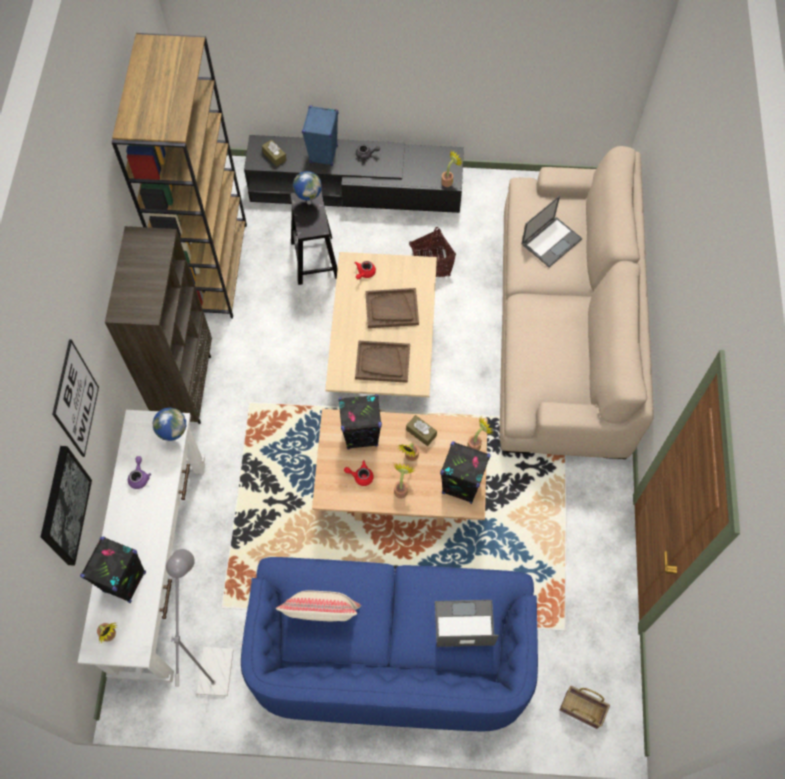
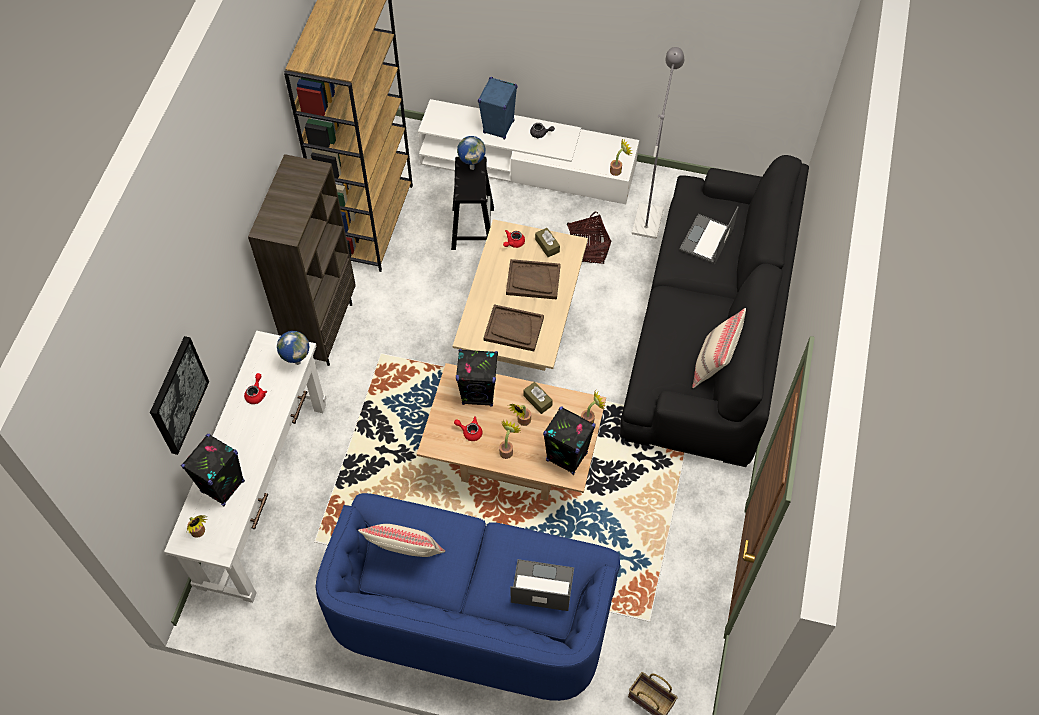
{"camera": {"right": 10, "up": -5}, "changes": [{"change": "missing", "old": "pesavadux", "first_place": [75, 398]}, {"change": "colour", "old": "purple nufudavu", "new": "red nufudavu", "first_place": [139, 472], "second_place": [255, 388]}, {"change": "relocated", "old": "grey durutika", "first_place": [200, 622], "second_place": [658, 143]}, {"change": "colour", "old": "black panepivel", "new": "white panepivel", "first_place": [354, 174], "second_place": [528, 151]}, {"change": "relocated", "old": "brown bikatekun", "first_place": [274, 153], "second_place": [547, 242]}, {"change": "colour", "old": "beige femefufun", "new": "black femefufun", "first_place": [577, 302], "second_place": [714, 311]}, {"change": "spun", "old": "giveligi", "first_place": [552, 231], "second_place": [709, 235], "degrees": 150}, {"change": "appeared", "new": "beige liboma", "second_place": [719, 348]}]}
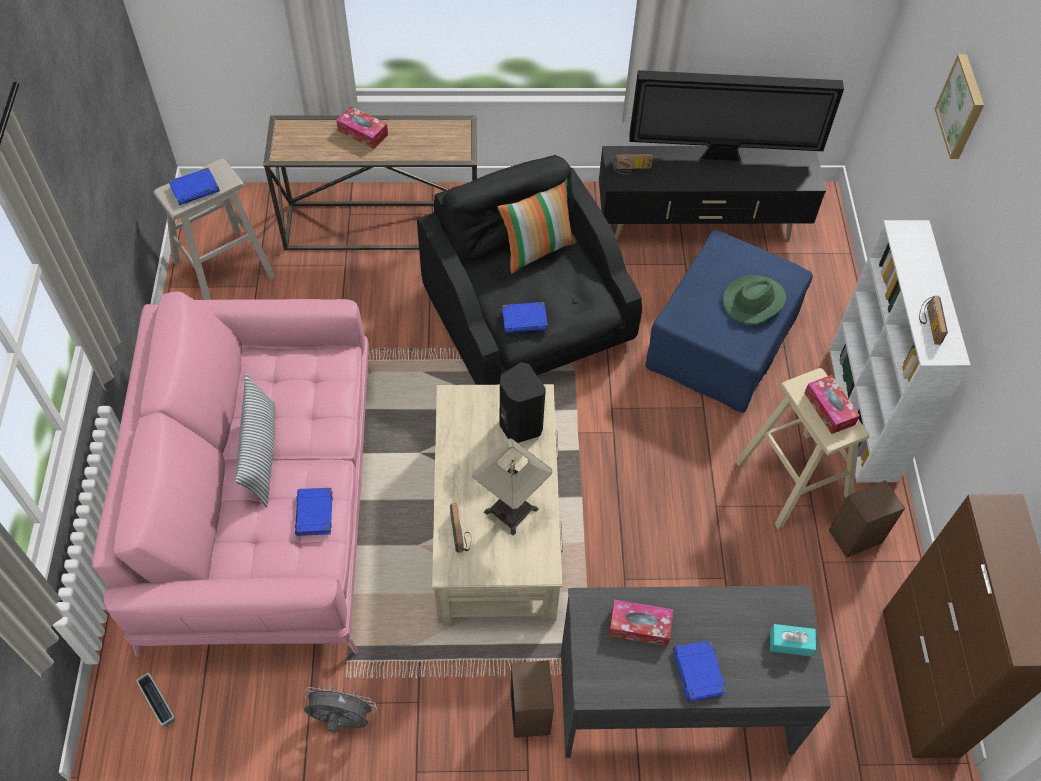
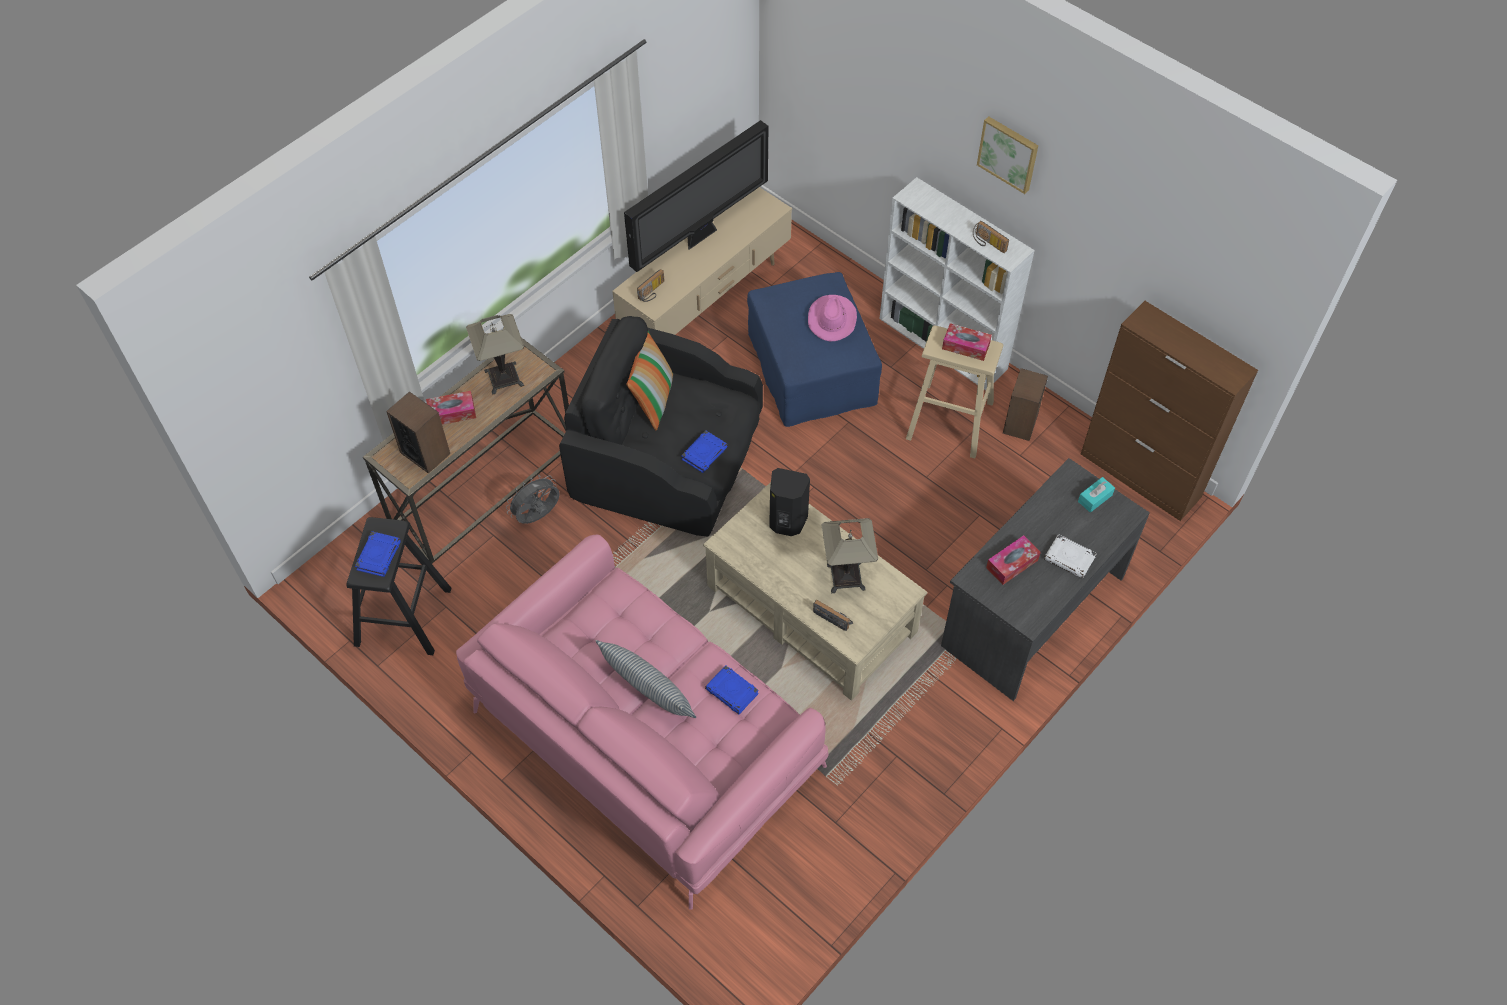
{"camera": {"right": -45, "up": 0}, "changes": [{"change": "missing", "old": "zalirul", "first_place": [155, 699]}, {"change": "colour", "old": "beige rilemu", "new": "black rilemu", "first_place": [214, 229], "second_place": [398, 586]}, {"change": "relocated", "old": "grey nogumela", "first_place": [340, 709], "second_place": [533, 499]}, {"change": "relocated", "old": "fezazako", "first_place": [532, 699], "second_place": [418, 432]}, {"change": "colour", "old": "black panepivel", "new": "beige panepivel", "first_place": [712, 193], "second_place": [702, 261]}, {"change": "colour", "old": "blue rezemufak", "new": "white rezemufak", "first_place": [699, 671], "second_place": [1070, 556]}, {"change": "colour", "old": "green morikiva", "new": "pink morikiva", "first_place": [754, 299], "second_place": [832, 318]}, {"change": "relocated", "old": "pesavadux", "first_place": [959, 106], "second_place": [1007, 155]}, {"change": "appeared", "new": "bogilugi", "second_place": [495, 354]}]}
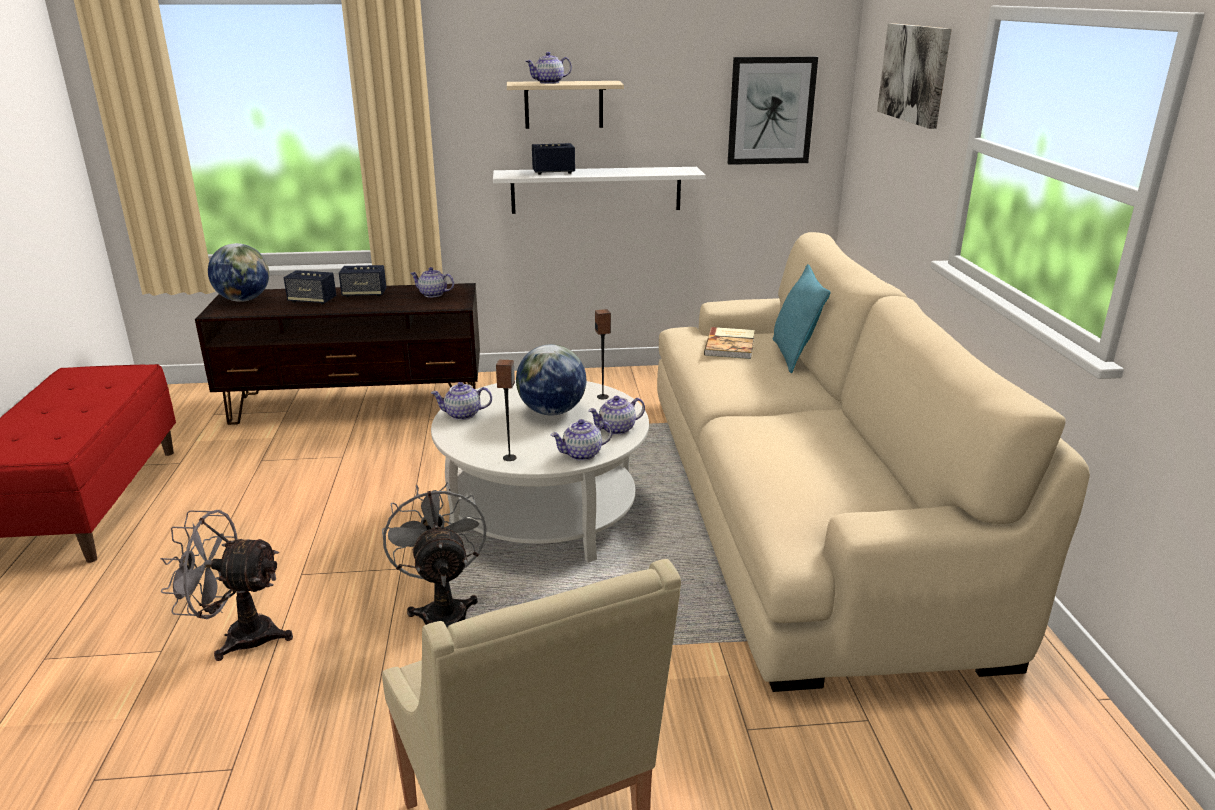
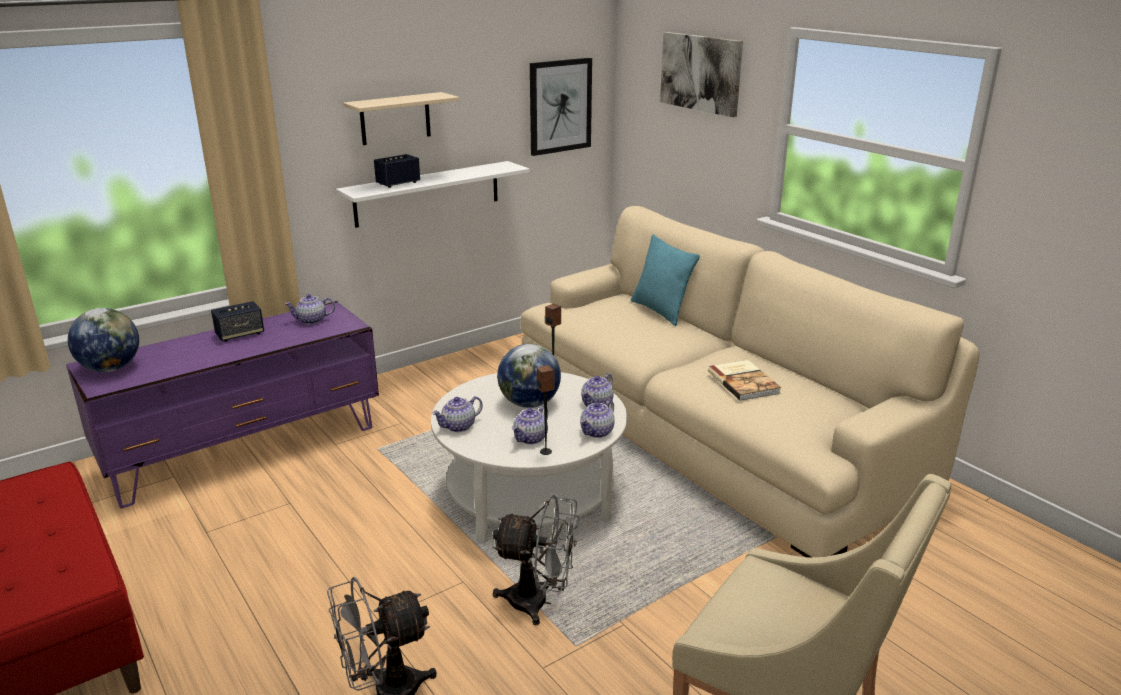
{"camera": {"right": -30, "up": 0}, "changes": [{"change": "colour", "old": "brown panepivel", "new": "purple panepivel", "first_place": [337, 354], "second_place": [222, 404]}, {"change": "missing", "old": "fezazako", "first_place": [310, 287]}, {"change": "spun", "old": "grey nogumela", "first_place": [434, 555], "second_place": [535, 560], "degrees": 150}, {"change": "relocated", "old": "nufudavu", "first_place": [549, 68], "second_place": [530, 424]}, {"change": "relocated", "old": "rezemufak", "first_place": [729, 343], "second_place": [745, 380]}]}
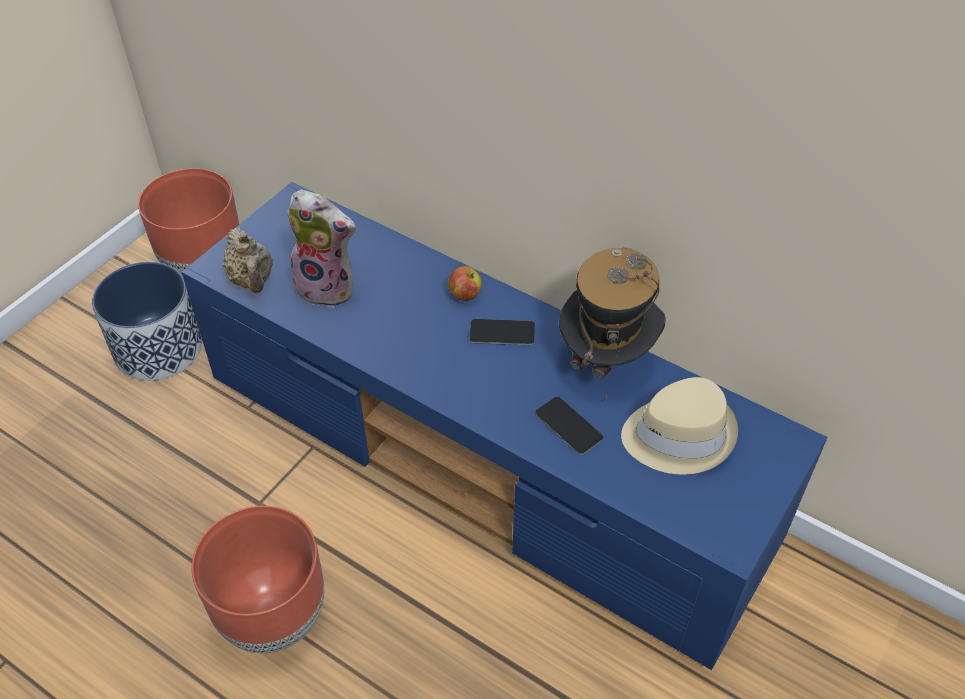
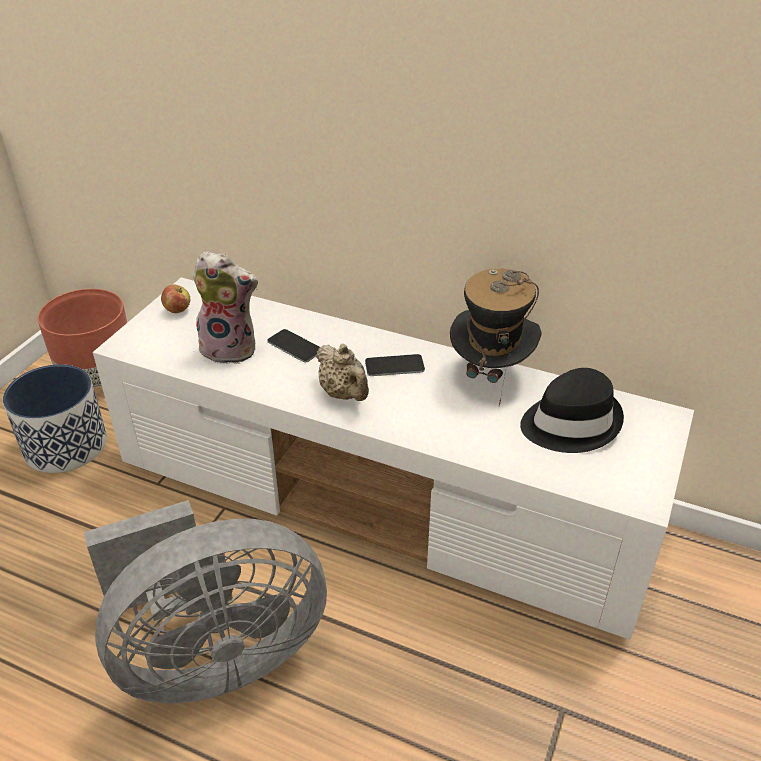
{"camera": {"right": -10, "up": -10}, "changes": [{"change": "colour", "old": "blue panepivel", "new": "white panepivel", "first_place": [505, 426], "second_place": [393, 458]}, {"change": "exchanged", "old": "brown zalirul", "new": "grey nogumela", "first_place": [258, 579], "second_place": [205, 601]}, {"change": "relocated", "old": "beige nufudavu", "first_place": [248, 260], "second_place": [342, 372]}, {"change": "relocated", "old": "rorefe", "first_place": [465, 283], "second_place": [175, 299]}, {"change": "relocated", "old": "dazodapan", "first_place": [569, 426], "second_place": [293, 345]}, {"change": "colour", "old": "beige morikiva", "new": "black morikiva", "first_place": [679, 426], "second_place": [572, 410]}]}
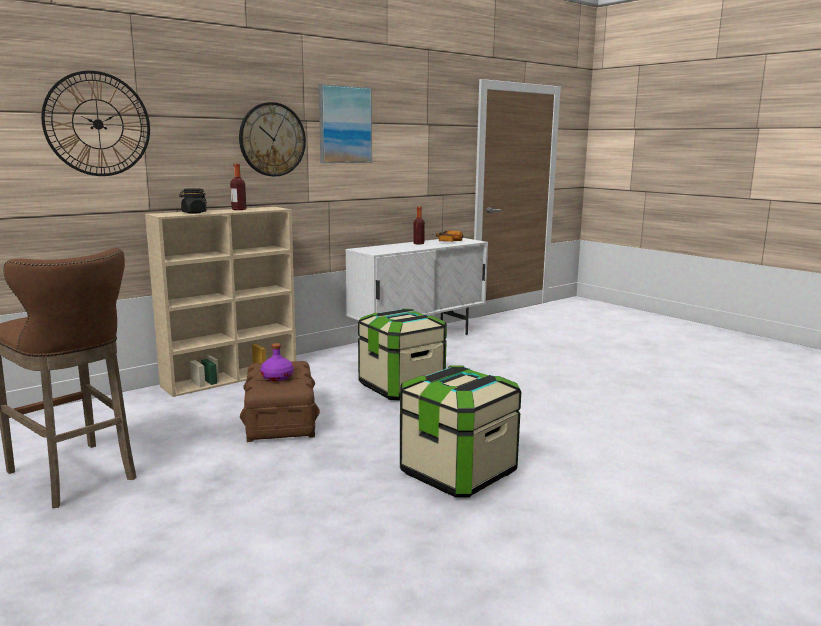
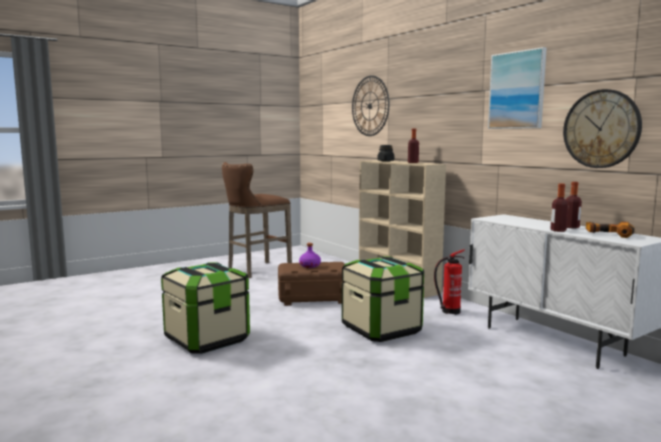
{"camera": {"right": 95, "up": -5}, "changes": [{"change": "relocated", "old": "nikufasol", "first_place": [272, 139], "second_place": [602, 128]}, {"change": "appeared", "new": "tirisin", "second_place": [449, 282]}, {"change": "appeared", "new": "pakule", "second_place": [559, 207]}]}
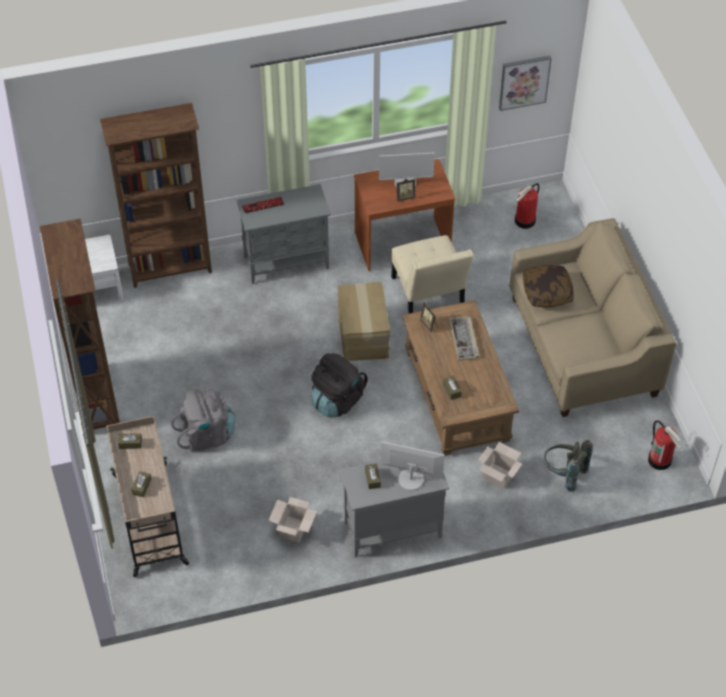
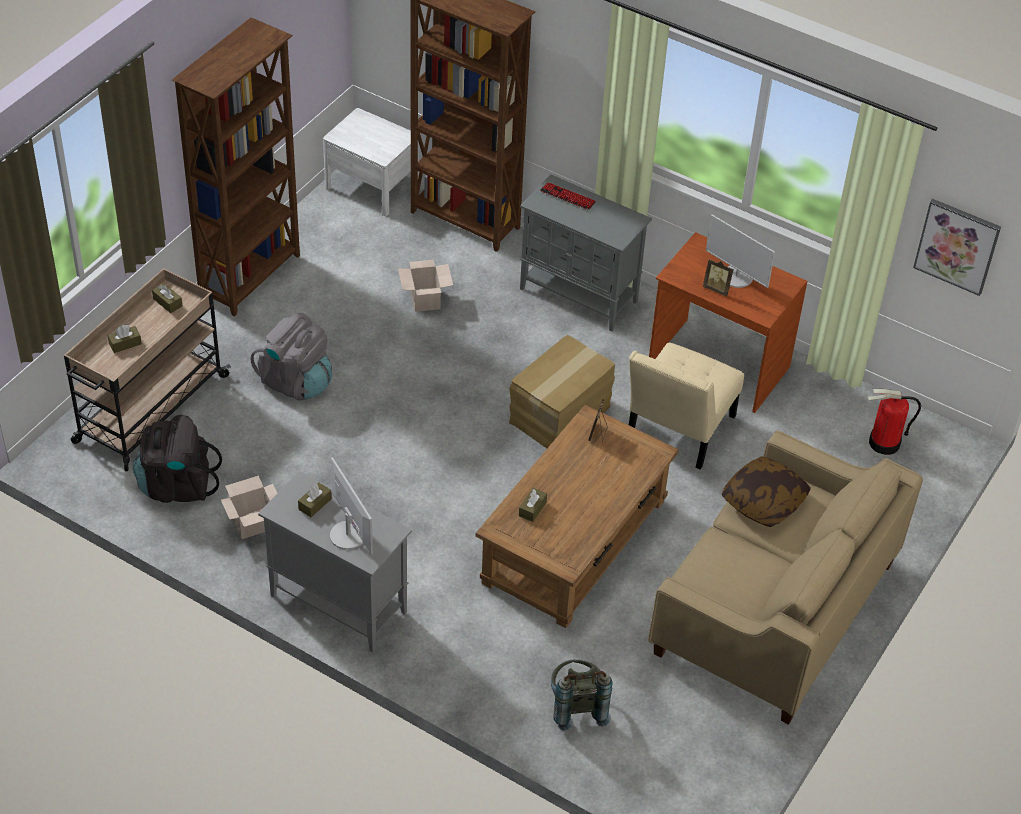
{"camera": {"right": 45, "up": -5}, "changes": [{"change": "relocated", "old": "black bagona", "first_place": [340, 385], "second_place": [177, 459]}, {"change": "missing", "old": "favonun", "first_place": [464, 338]}, {"change": "relocated", "old": "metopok", "first_place": [500, 465], "second_place": [425, 286]}, {"change": "missing", "old": "tirisin", "first_place": [664, 445]}]}
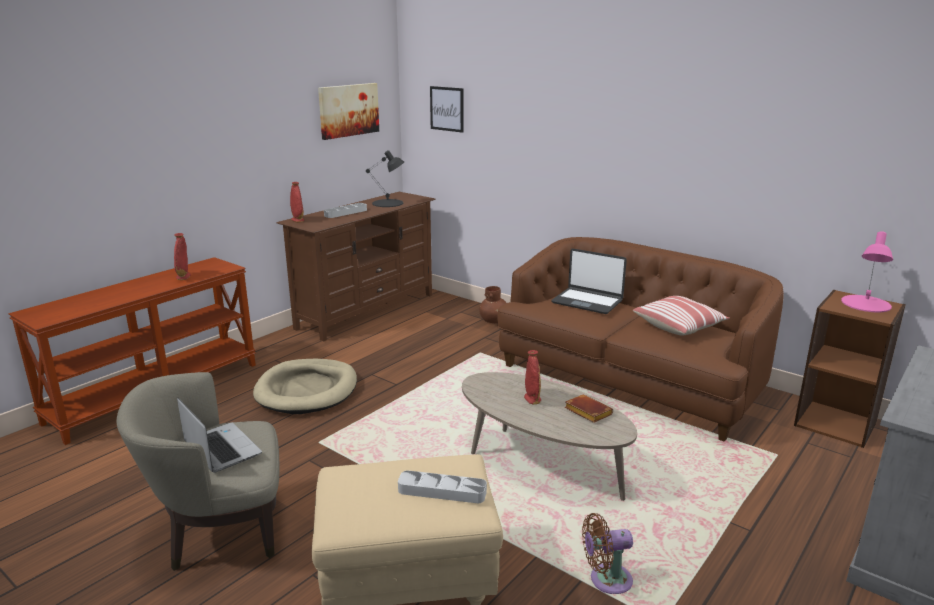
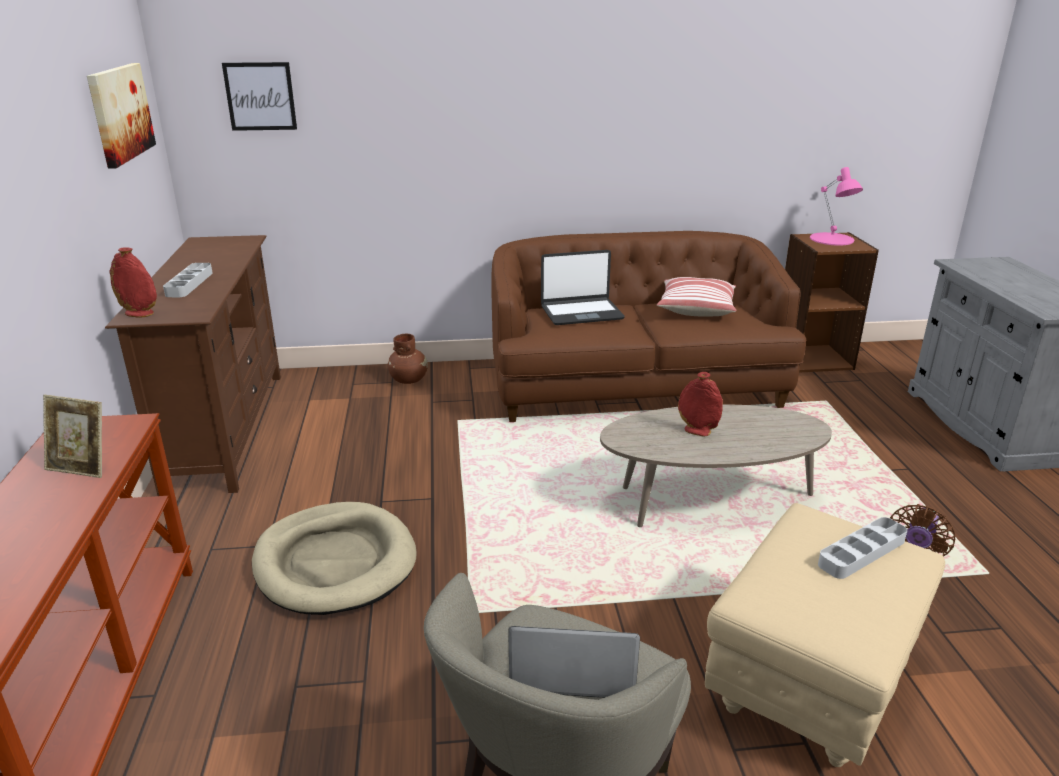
{"camera": {"right": -45, "up": 5}, "changes": [{"change": "exchanged", "old": "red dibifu", "new": "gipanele", "first_place": [182, 256], "second_place": [72, 436]}, {"change": "missing", "old": "black bogilugi", "first_place": [385, 178]}, {"change": "missing", "old": "brown rezemufak", "first_place": [588, 408]}]}
